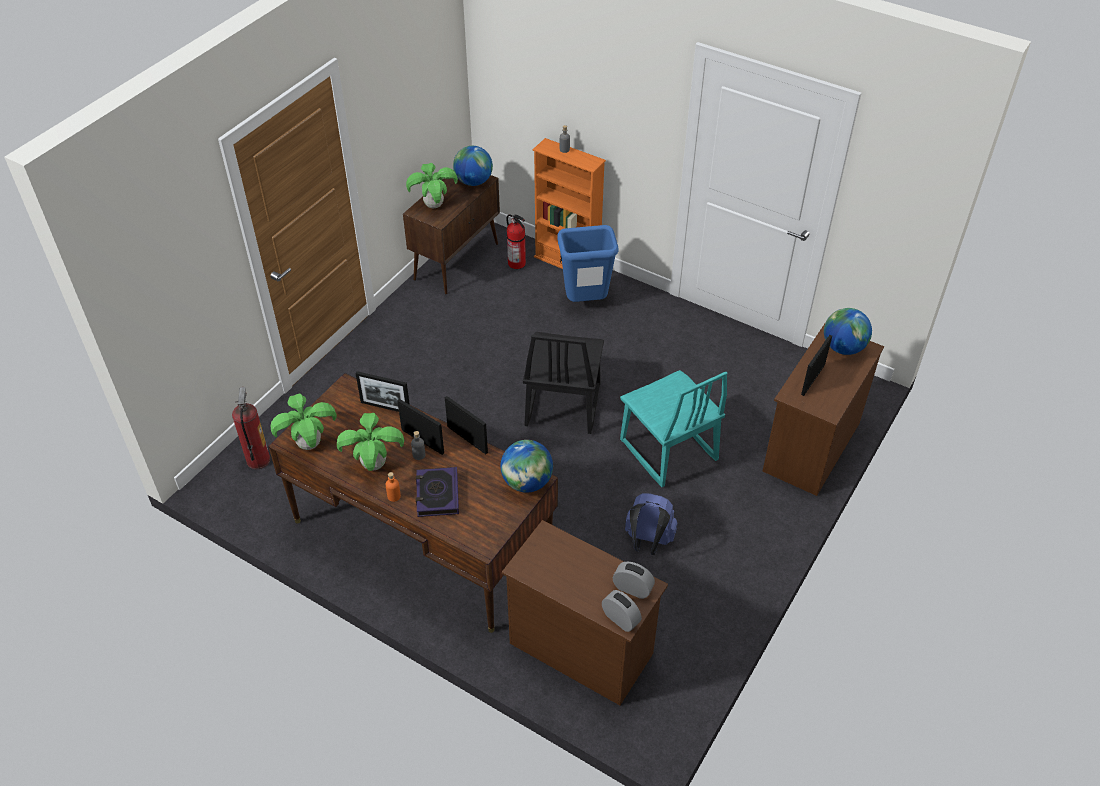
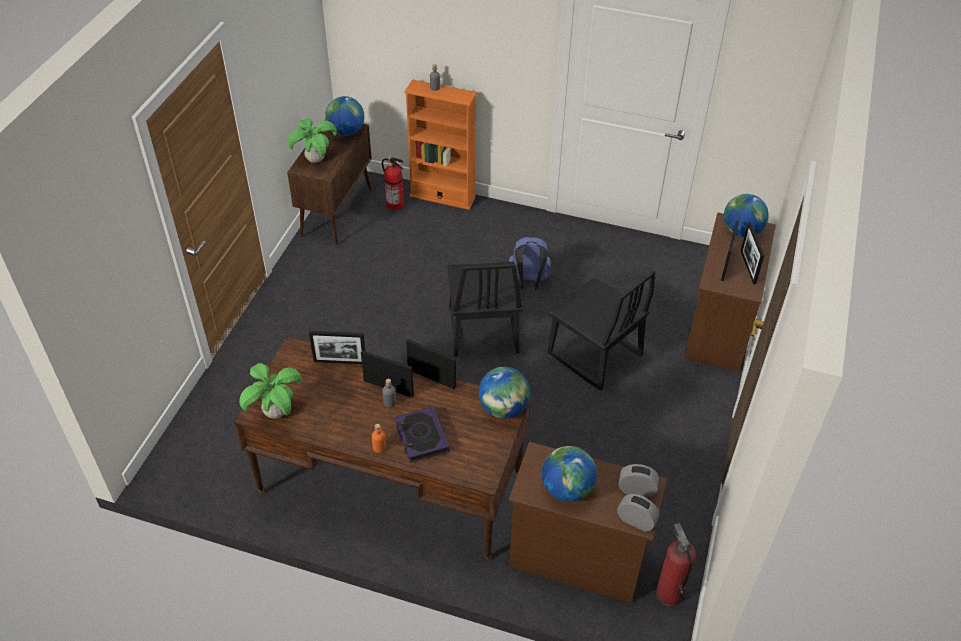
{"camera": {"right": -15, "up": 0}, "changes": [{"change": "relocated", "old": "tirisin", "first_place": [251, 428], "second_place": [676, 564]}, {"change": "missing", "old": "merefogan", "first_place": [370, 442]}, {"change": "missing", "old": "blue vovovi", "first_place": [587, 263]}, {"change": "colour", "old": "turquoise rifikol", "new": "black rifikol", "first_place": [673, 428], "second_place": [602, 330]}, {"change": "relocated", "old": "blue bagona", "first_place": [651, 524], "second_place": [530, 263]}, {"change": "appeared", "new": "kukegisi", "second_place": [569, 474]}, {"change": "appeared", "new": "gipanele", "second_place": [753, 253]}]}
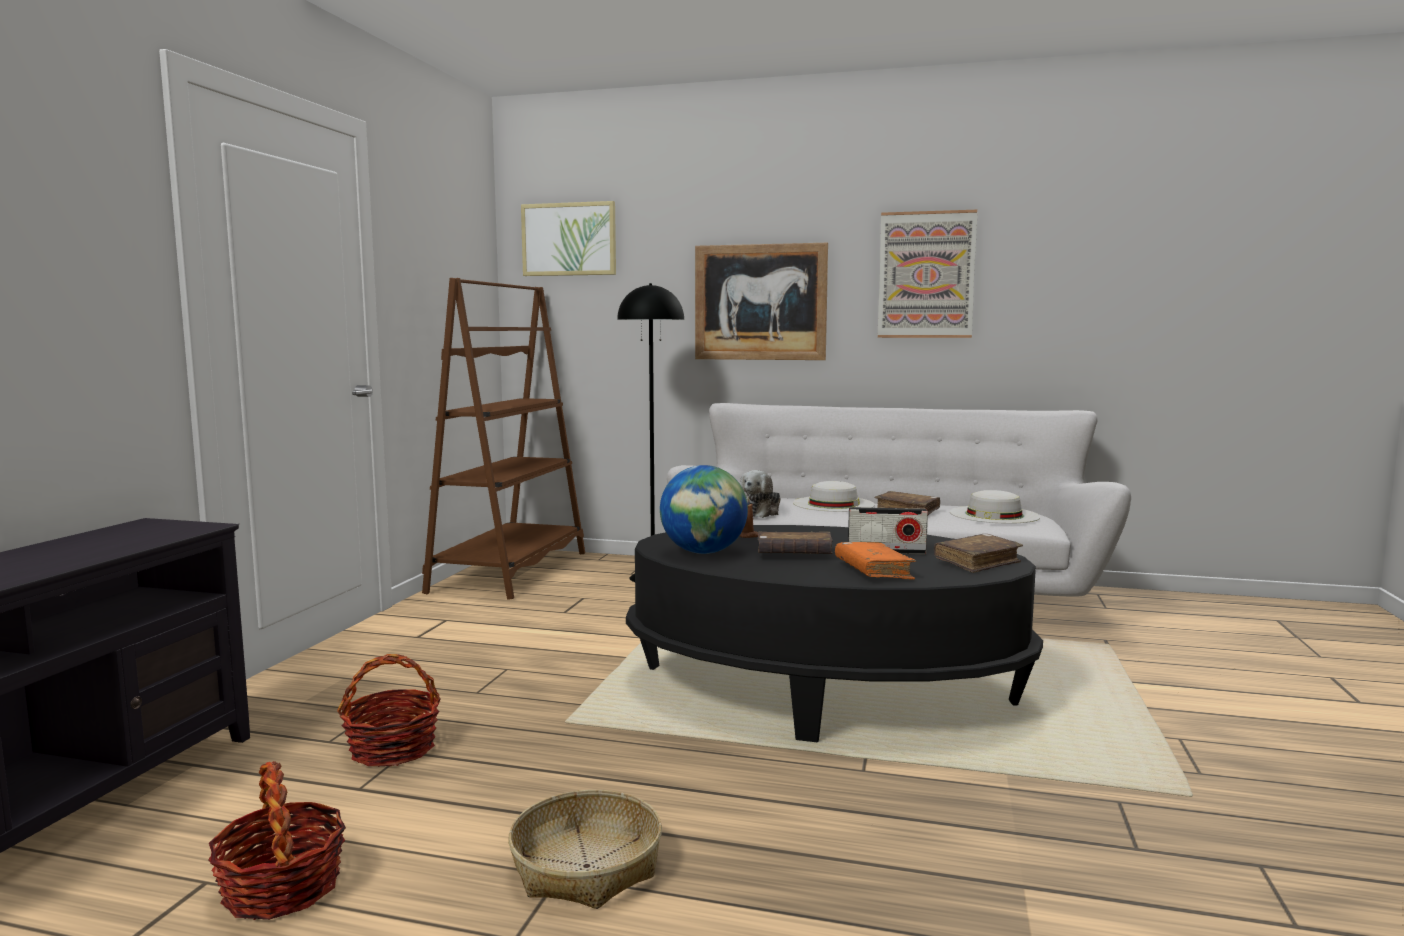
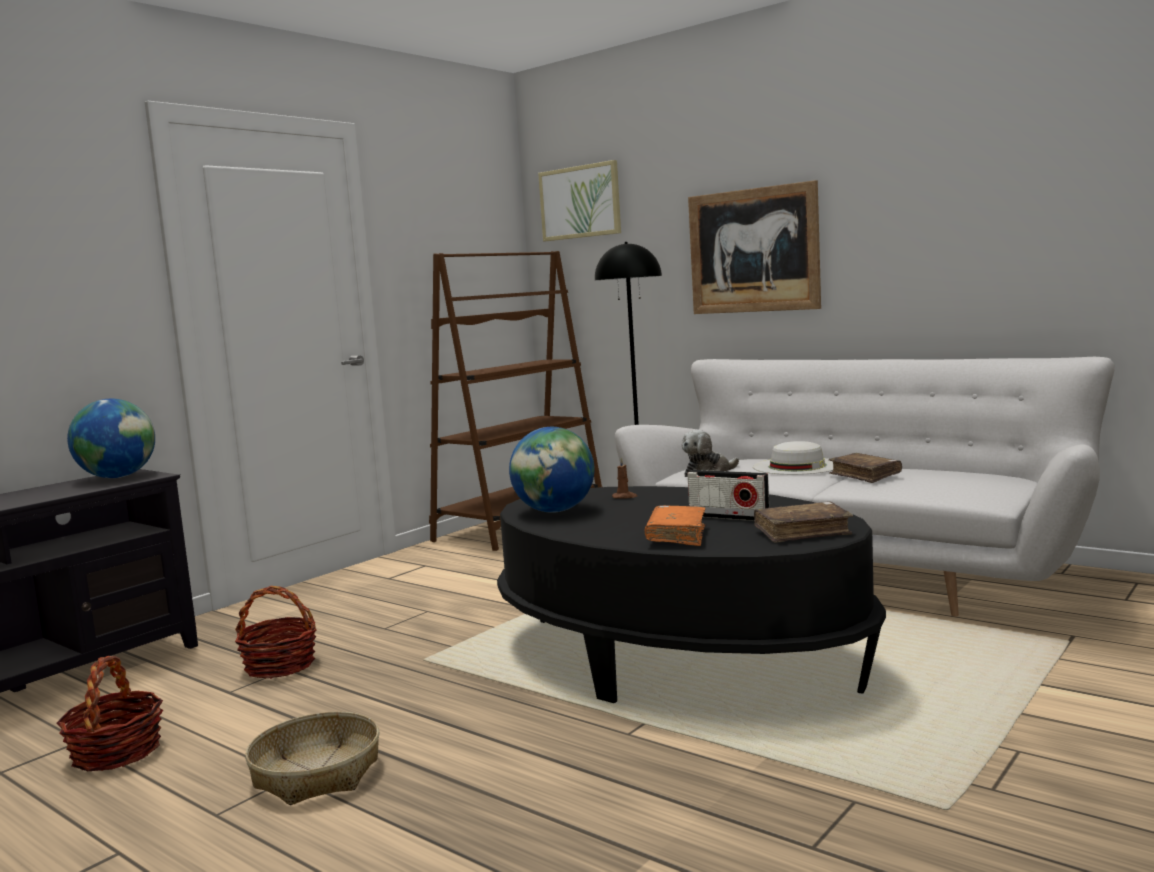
{"camera": {"right": 25, "up": 0}, "changes": [{"change": "missing", "old": "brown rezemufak", "first_place": [795, 542]}, {"change": "missing", "old": "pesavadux", "first_place": [928, 274]}, {"change": "missing", "old": "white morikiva", "first_place": [995, 507]}, {"change": "appeared", "new": "kukegisi", "second_place": [111, 438]}]}
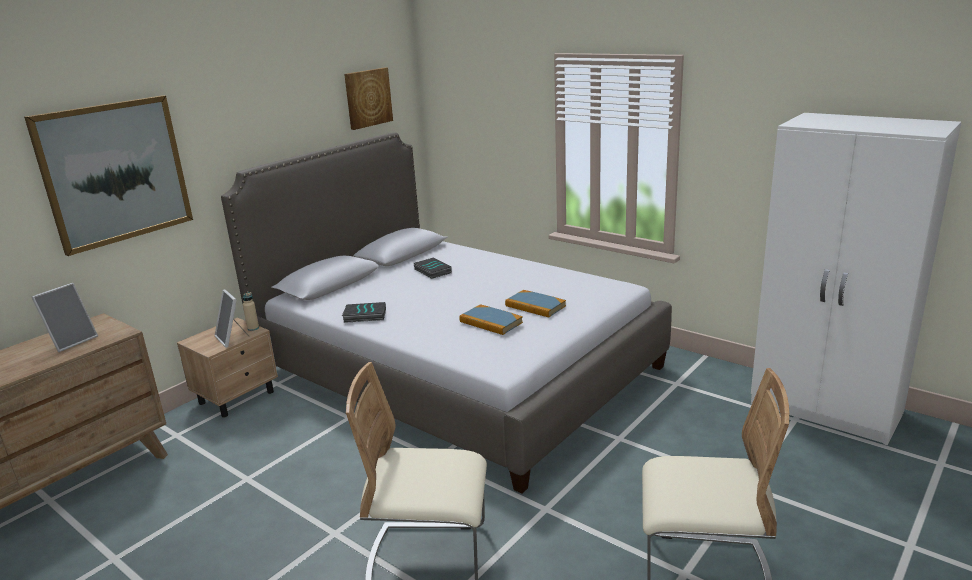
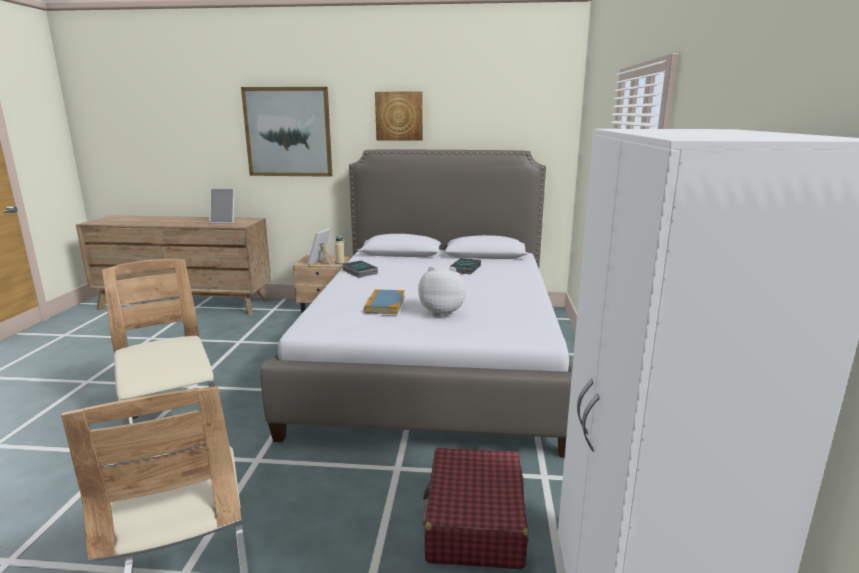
{"camera": {"right": 55, "up": -5}, "changes": [{"change": "relocated", "old": "pesavadux", "first_place": [368, 98], "second_place": [399, 116]}, {"change": "exchanged", "old": "rezemufak", "new": "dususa", "first_place": [535, 303], "second_place": [442, 291]}, {"change": "appeared", "new": "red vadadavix", "second_place": [476, 508]}]}
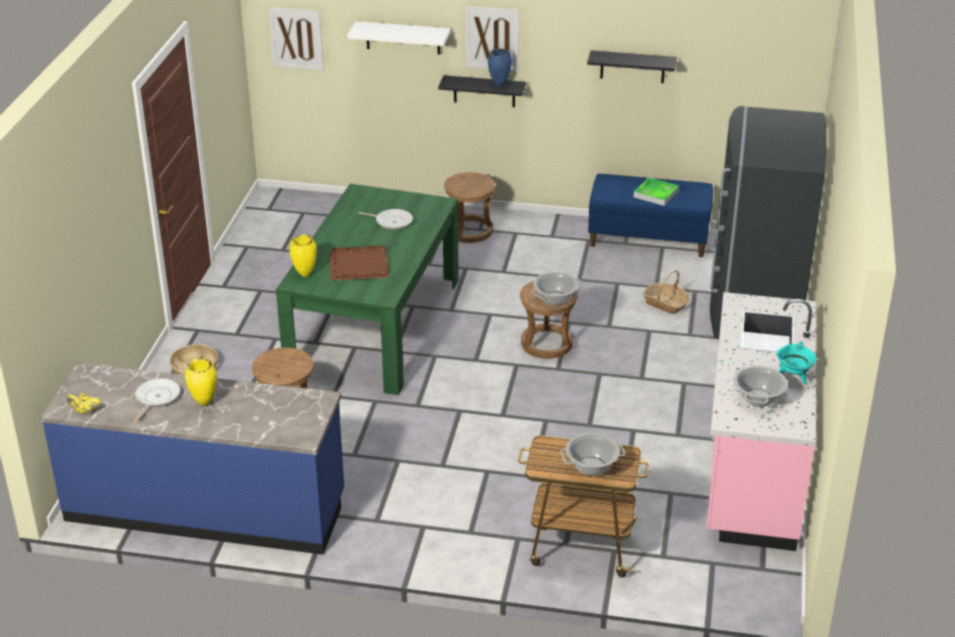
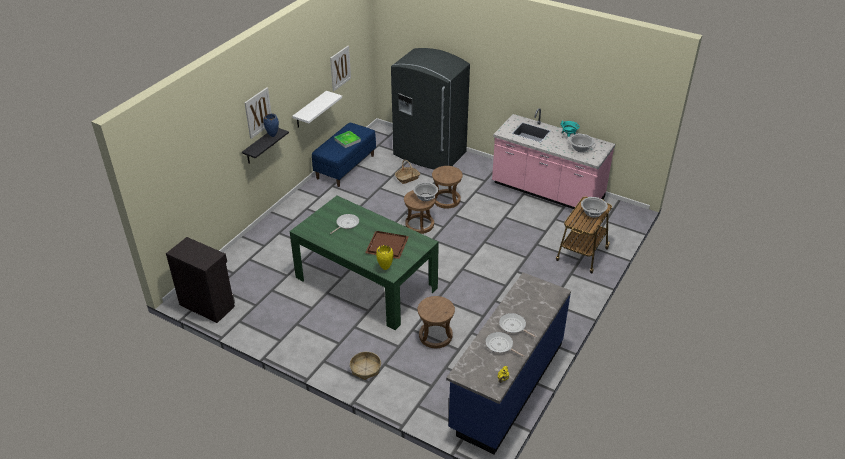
{"camera": {"right": -70, "up": 5}, "changes": [{"change": "exchanged", "old": "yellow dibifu", "new": "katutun", "first_place": [201, 382], "second_place": [518, 325]}, {"change": "relocated", "old": "pesavadux", "first_place": [296, 39], "second_place": [340, 68]}, {"change": "relocated", "old": "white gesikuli", "first_place": [398, 38], "second_place": [317, 109]}, {"change": "relocated", "old": "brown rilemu", "first_place": [469, 207], "second_place": [447, 187]}, {"change": "missing", "old": "black gesikuli", "first_place": [632, 66]}, {"change": "appeared", "new": "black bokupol", "second_place": [200, 280]}]}
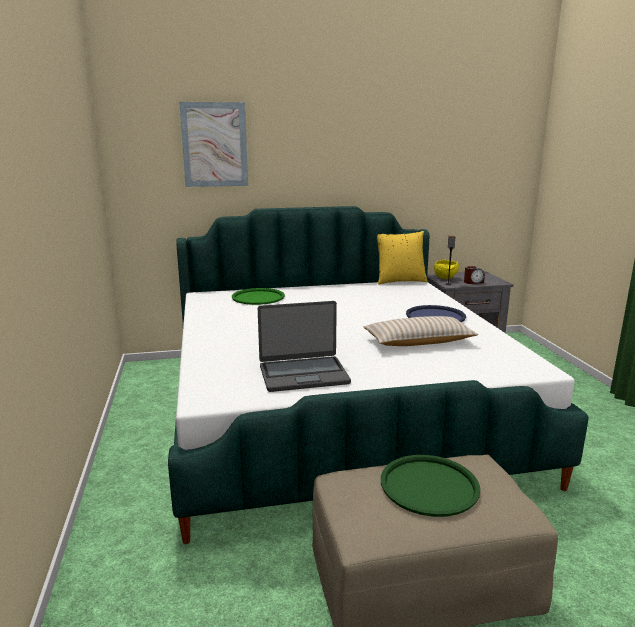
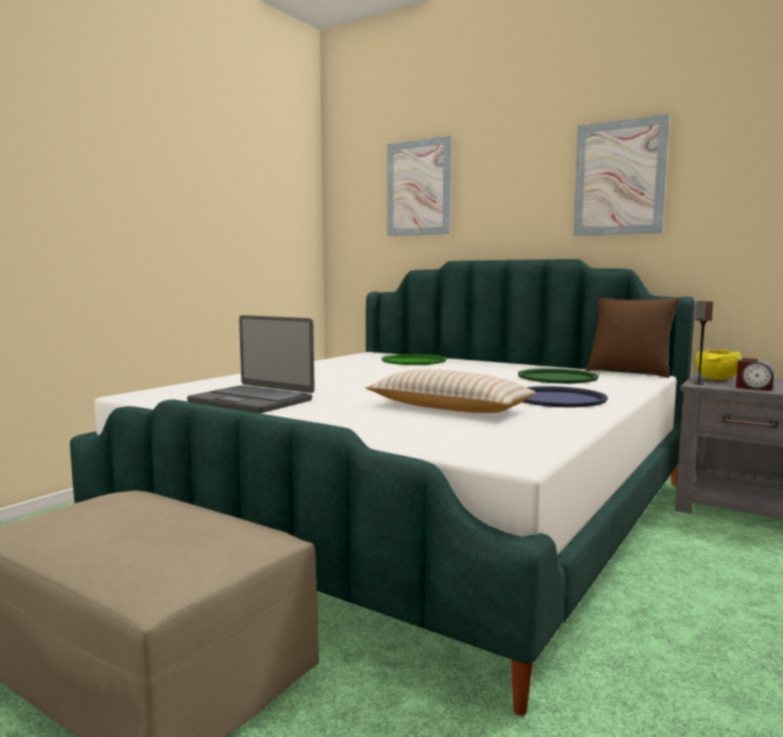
{"camera": {"right": 45, "up": -10}, "changes": [{"change": "colour", "old": "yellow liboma", "new": "brown liboma", "first_place": [402, 258], "second_place": [632, 337]}, {"change": "relocated", "old": "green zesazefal", "first_place": [430, 486], "second_place": [558, 376]}, {"change": "appeared", "new": "pesavadux", "second_place": [622, 175]}]}
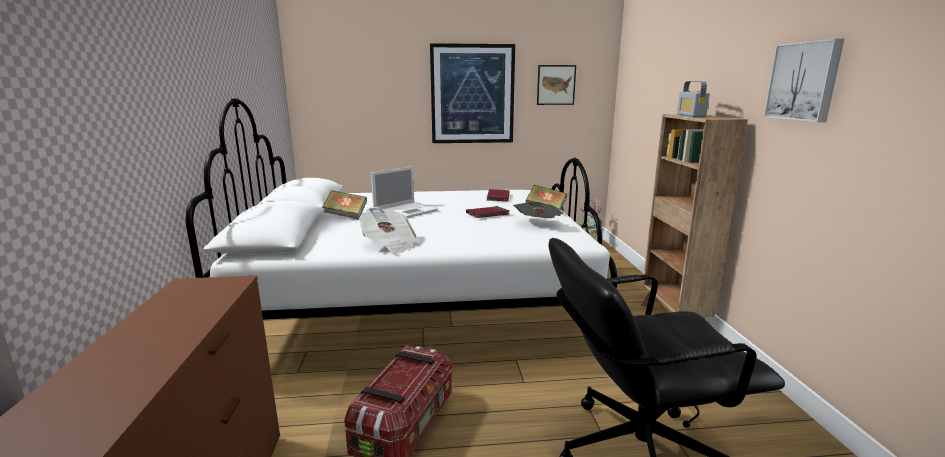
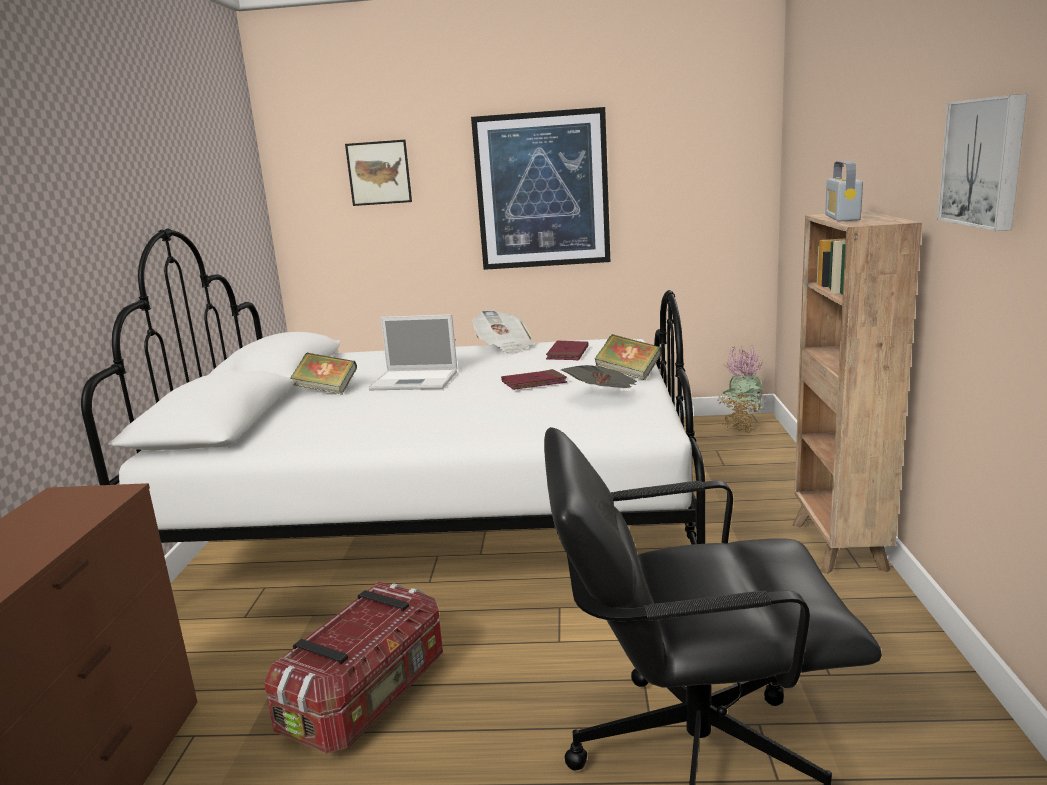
{"camera": {"right": 10, "up": 0}, "changes": [{"change": "relocated", "old": "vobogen", "first_place": [389, 230], "second_place": [503, 332]}, {"change": "spun", "old": "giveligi", "first_place": [404, 192], "second_place": [412, 352], "degrees": 45}, {"change": "relocated", "old": "pesavadux", "first_place": [556, 85], "second_place": [378, 173]}]}
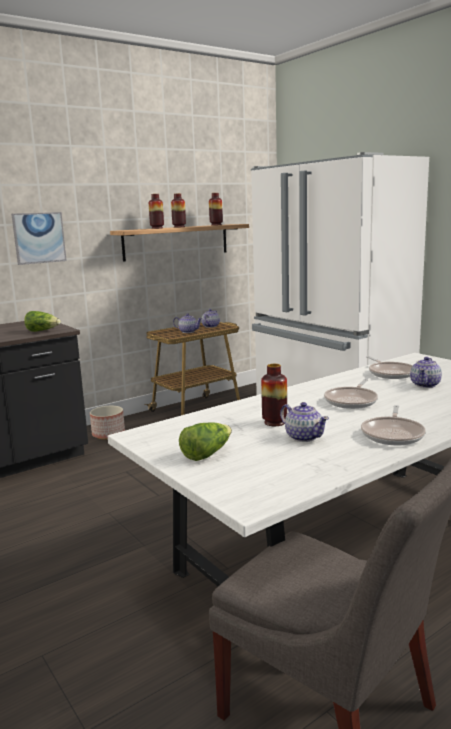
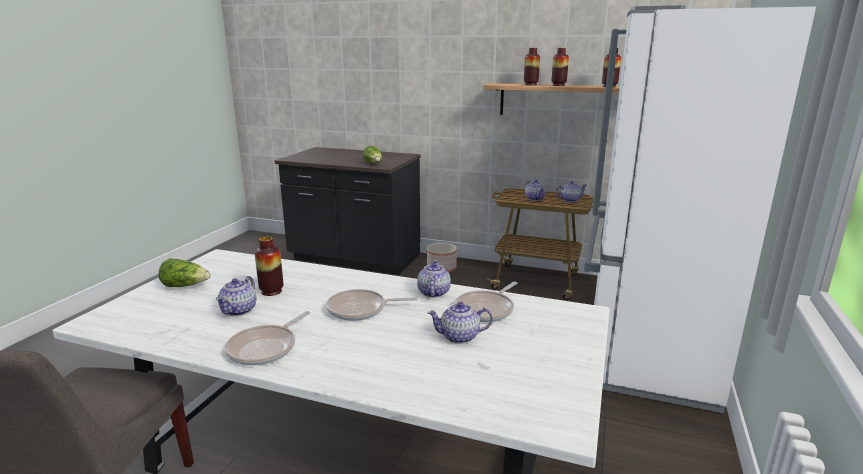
{"camera": {"right": 55, "up": 5}, "changes": [{"change": "missing", "old": "pesavadux", "first_place": [39, 238]}, {"change": "spun", "old": "katutun", "first_place": [393, 425], "second_place": [267, 338], "degrees": -45}, {"change": "appeared", "new": "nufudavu", "second_place": [434, 279]}]}
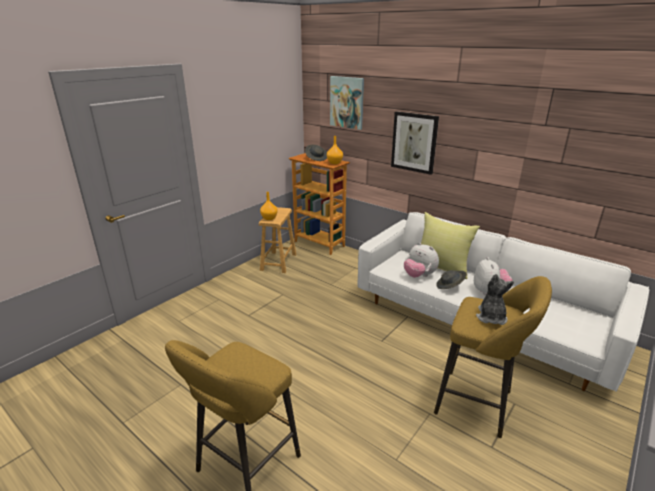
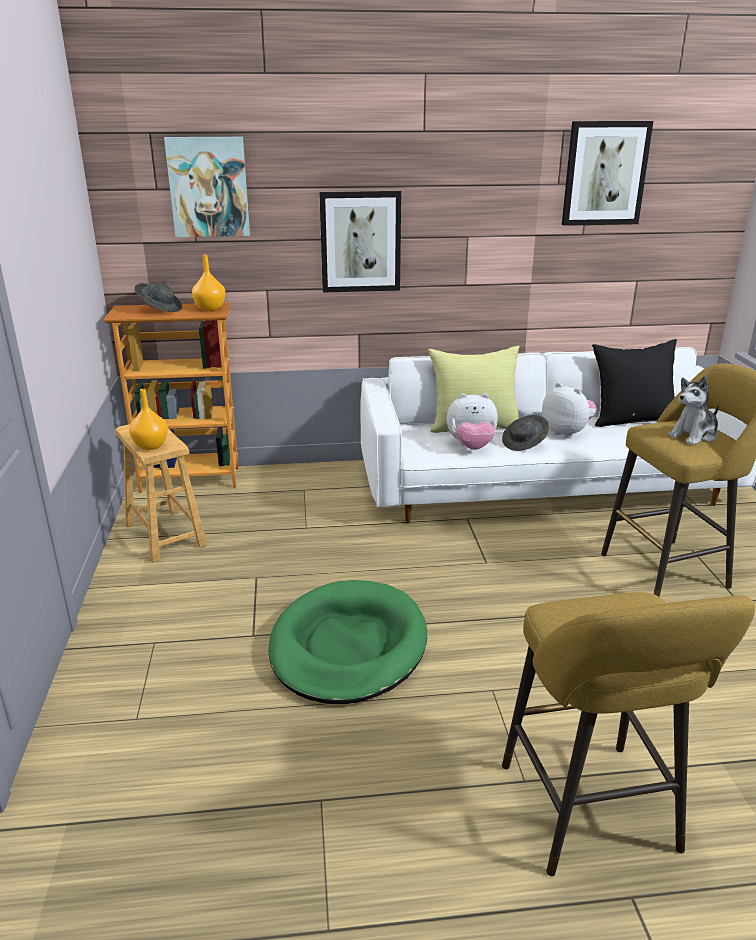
{"camera": {"right": -45, "up": 0}, "changes": [{"change": "spun", "old": "dususa", "first_place": [495, 299], "second_place": [693, 410], "degrees": -90}, {"change": "appeared", "new": "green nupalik", "second_place": [347, 642]}, {"change": "appeared", "new": "pesavadux", "second_place": [607, 173]}, {"change": "appeared", "new": "black liboma", "second_place": [634, 383]}]}
